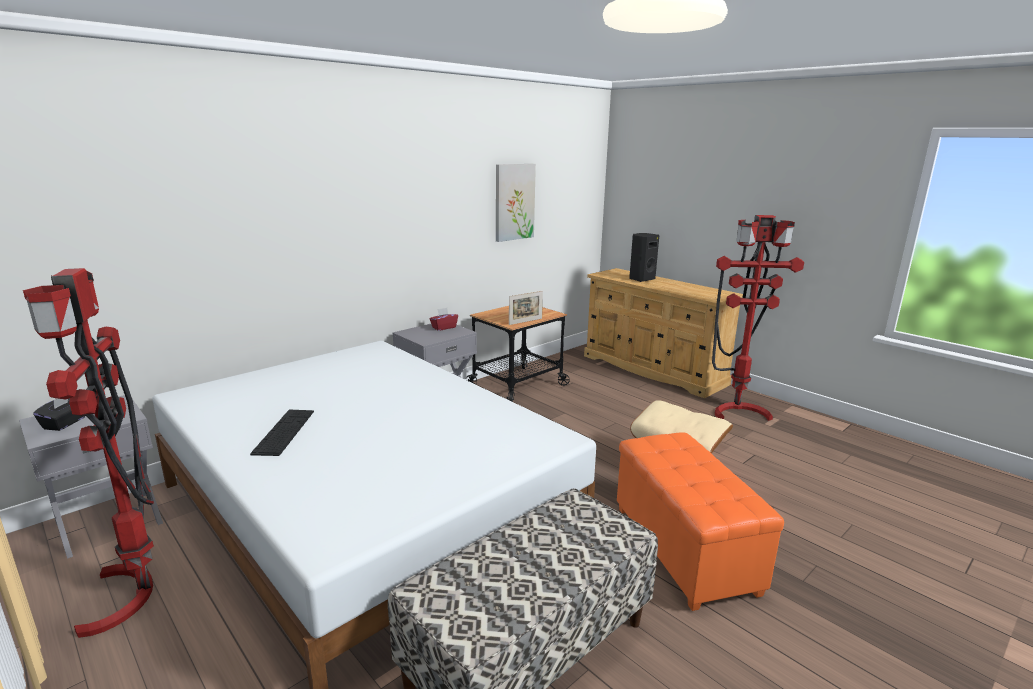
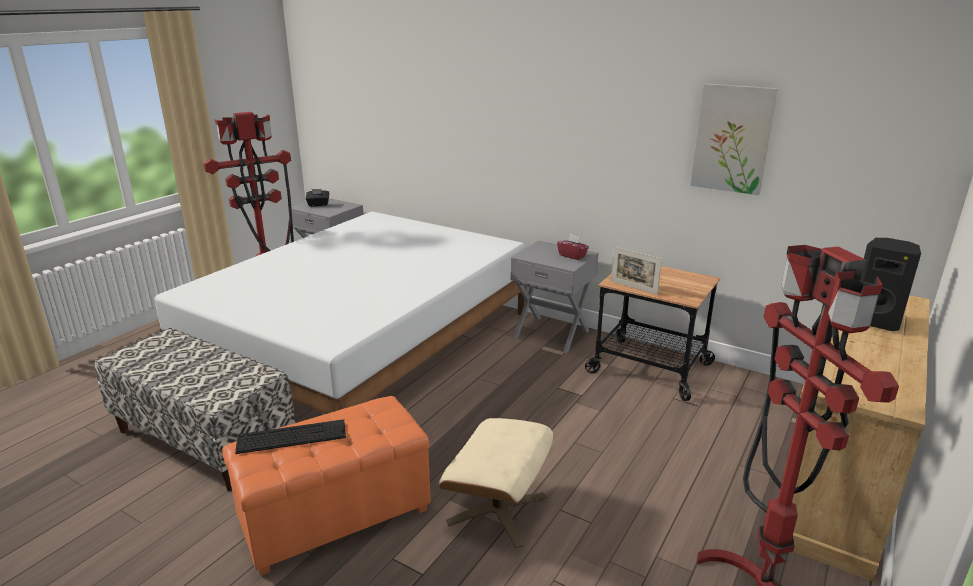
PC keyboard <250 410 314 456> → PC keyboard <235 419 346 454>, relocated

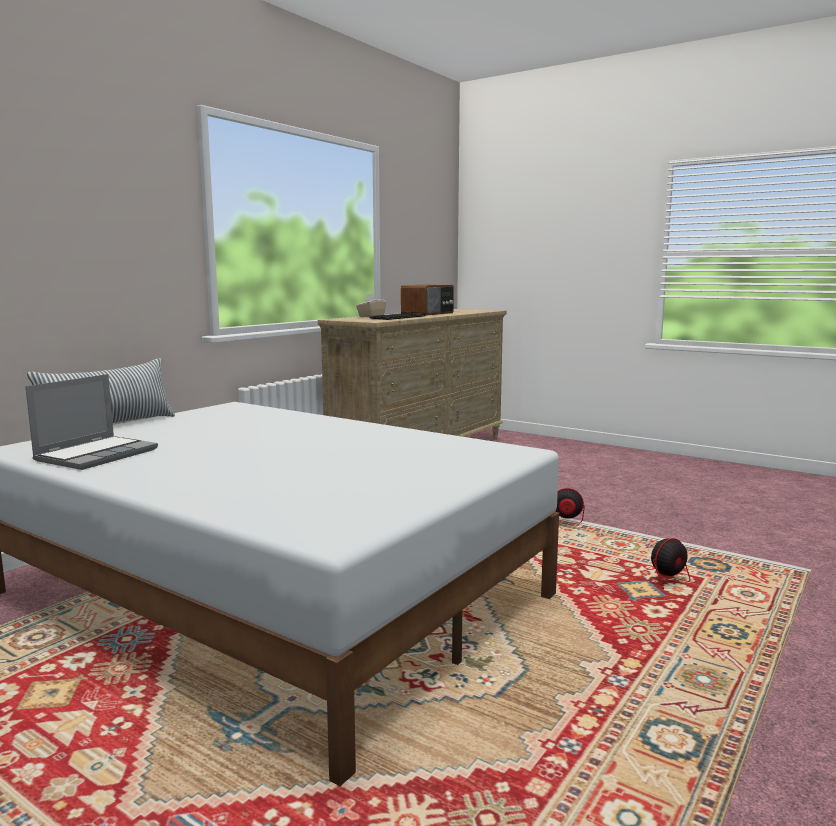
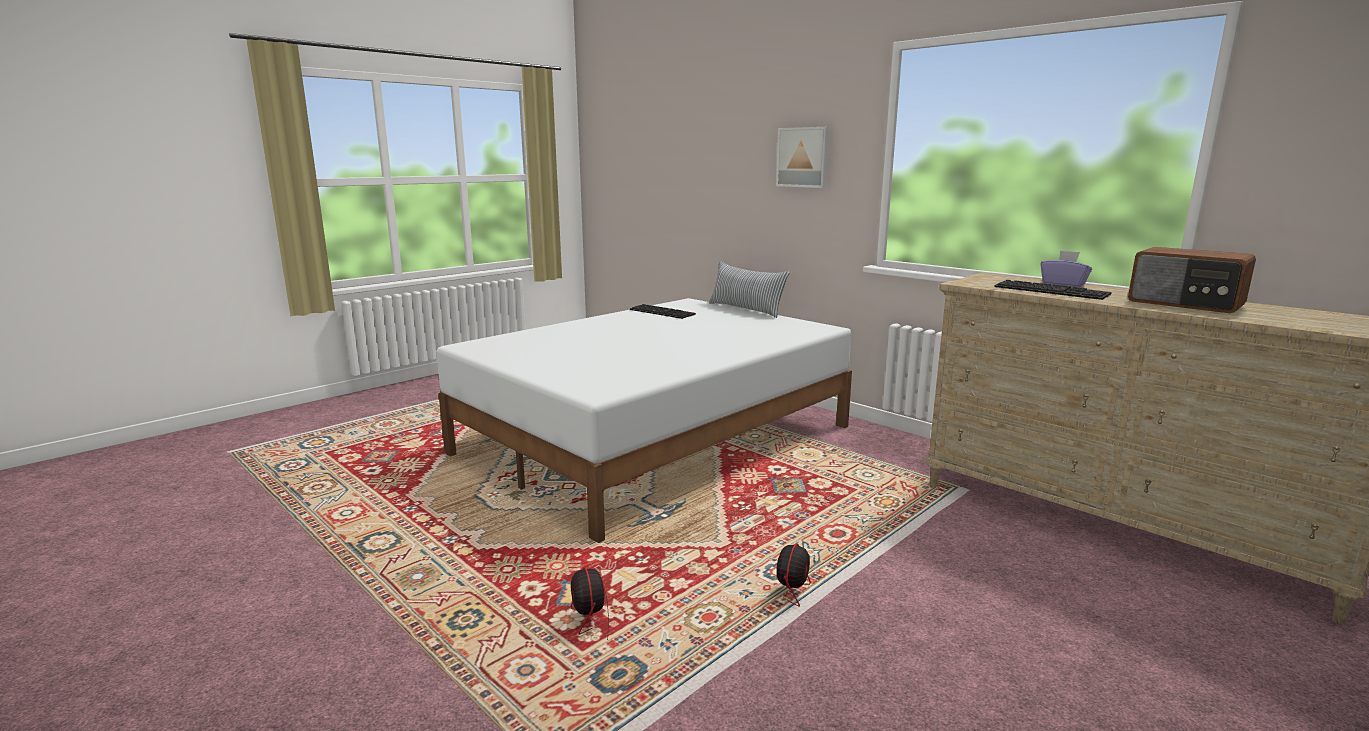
beige-coloured tissue box <356 293 386 317> → purplish tissue box <1041 250 1092 287>
portable computer <25 374 158 470> → PC keyboard <630 304 696 319>
- → wall picture <776 127 830 188>

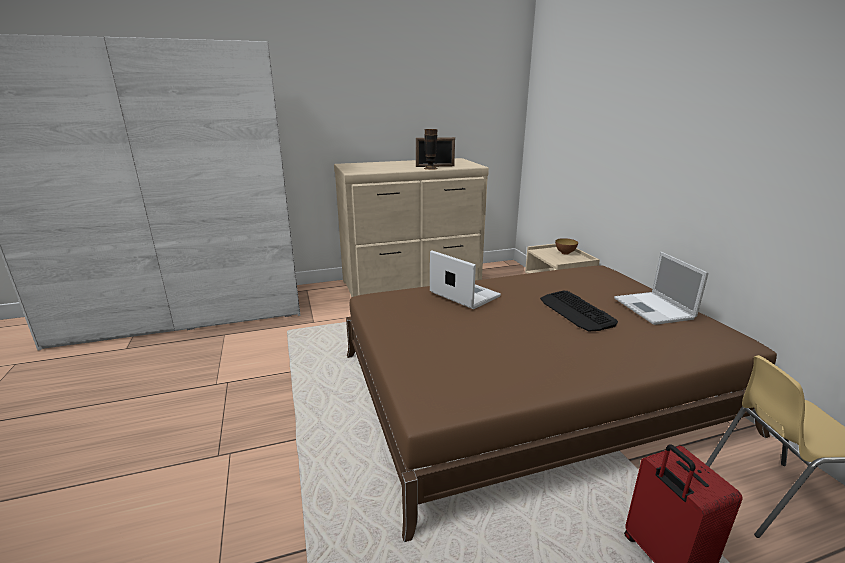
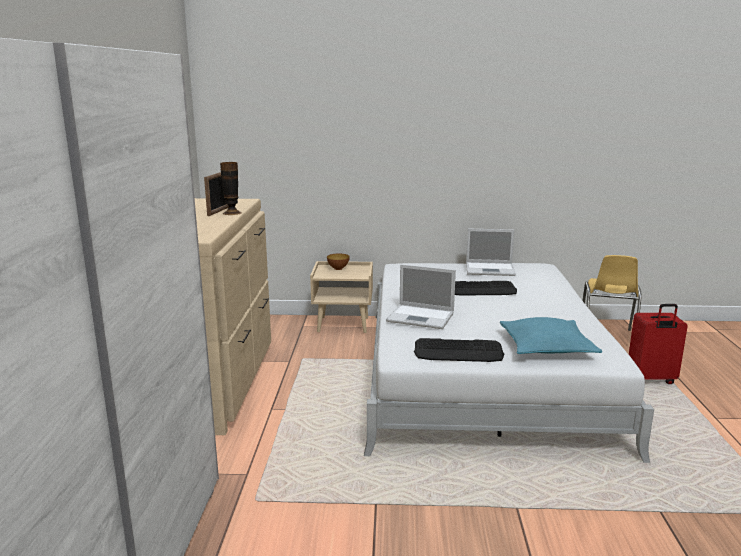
portable computer <430 250 501 309> → portable computer <386 264 456 329>, 135 degrees counterclockwise
brownish bedroom bed <346 265 777 542> → white bedroom bed <364 263 654 463>
- → turquoise cushion <500 317 602 354>
- → PC keyboard <414 338 504 362>

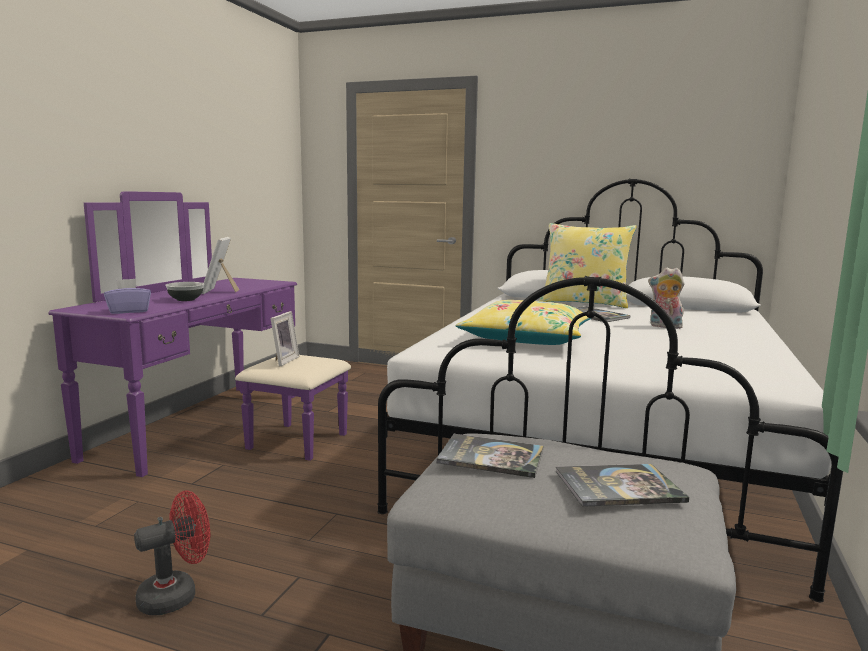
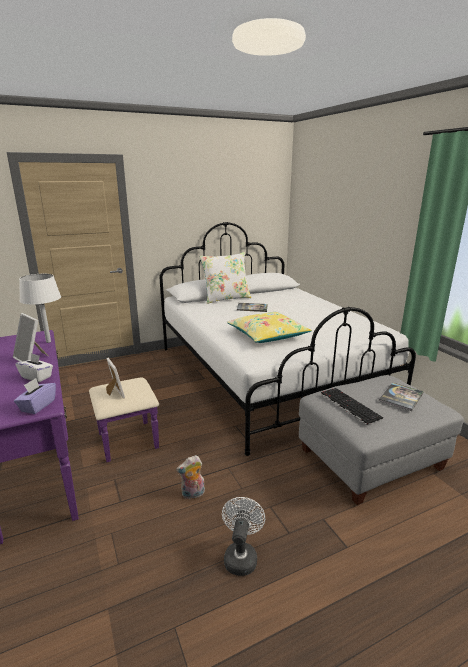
yellow-coloured cushion <539 223 637 308> → white cushion <200 252 251 304>
soft toy <648 267 685 329> → soft toy <176 455 205 500>, relocated
serving bowl <165 282 204 301> → white tissue box <16 353 53 382>
book <436 434 543 478> → PC keyboard <321 388 383 425>
red cooling fan <134 491 210 615> → white cooling fan <222 497 265 576>
- → white table lamp <19 274 61 343>

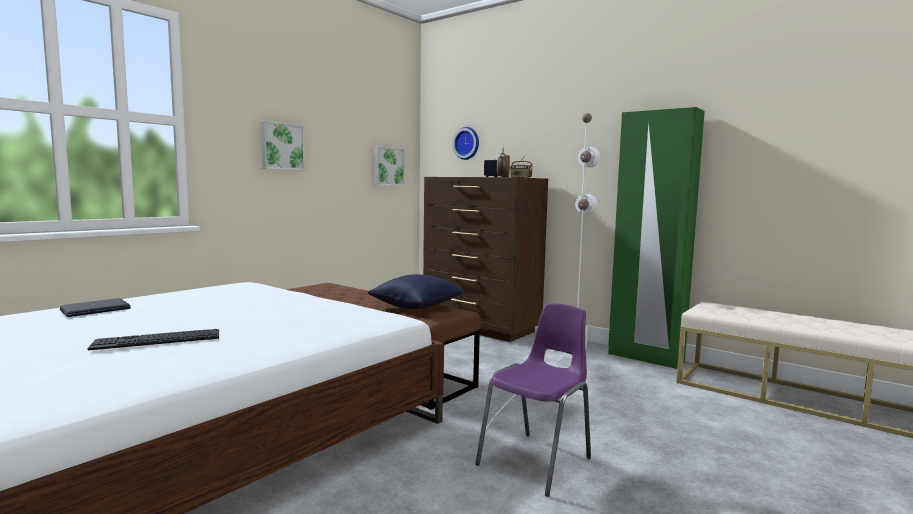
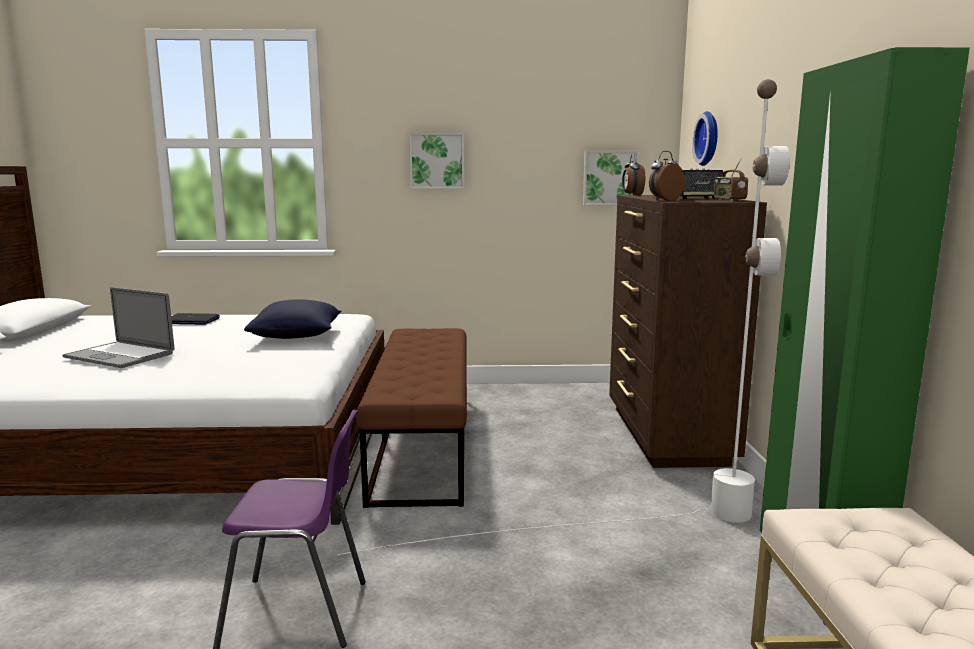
blue cushion <368 274 465 309> → blue cushion <244 299 342 339>, relocated
PC keyboard <88 329 219 350> → portable computer <63 287 174 368>
- → bedside clock <622 154 645 196>

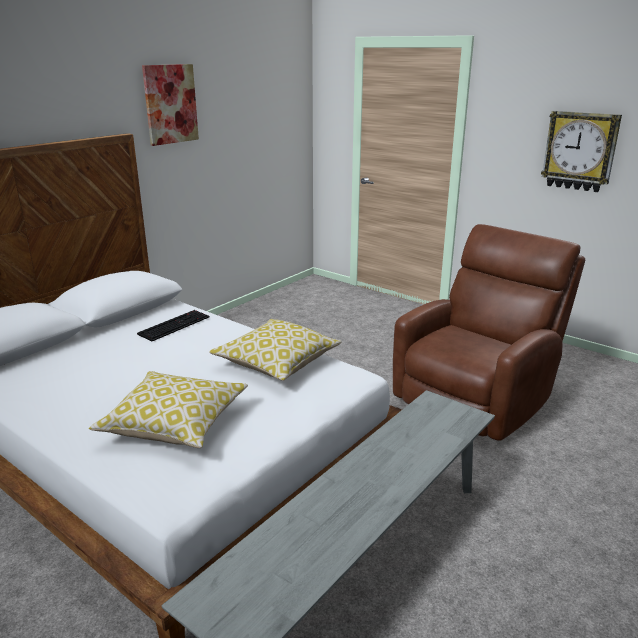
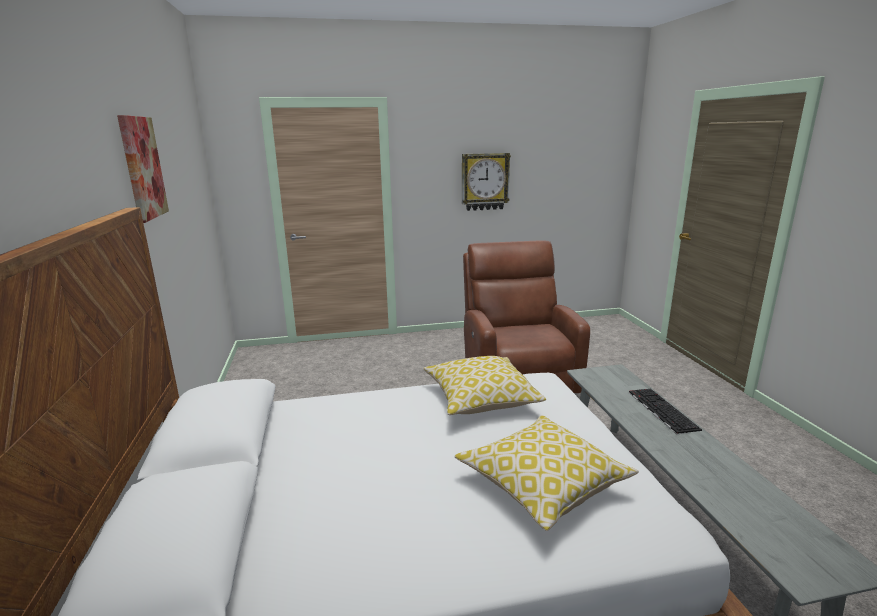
PC keyboard <137 310 209 341> → PC keyboard <629 388 702 434>, relocated

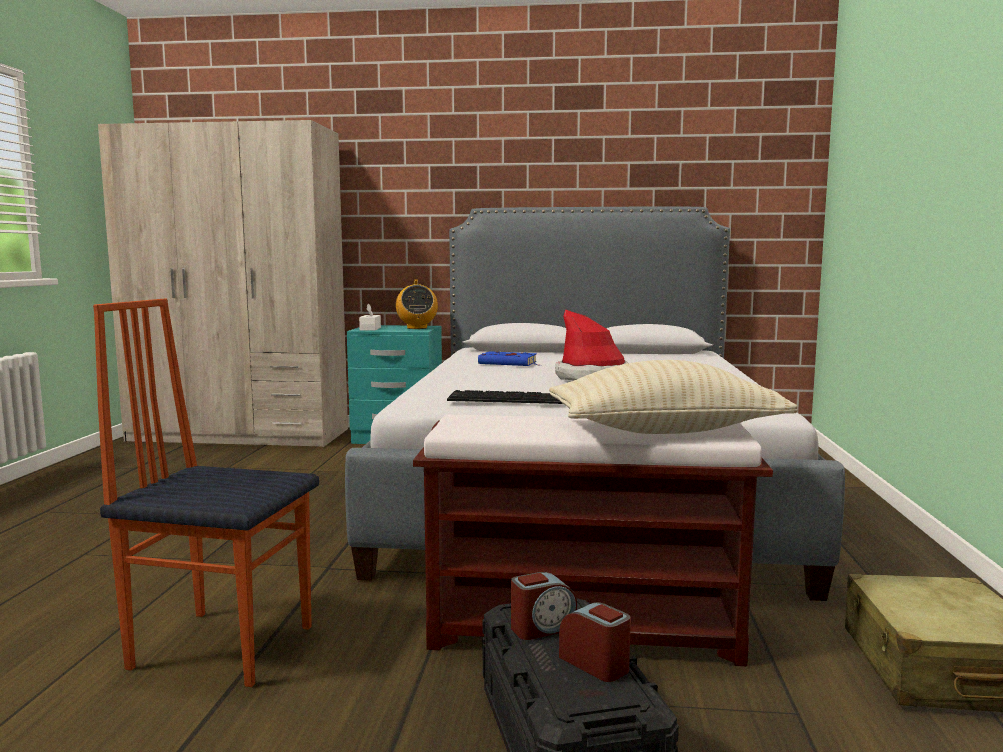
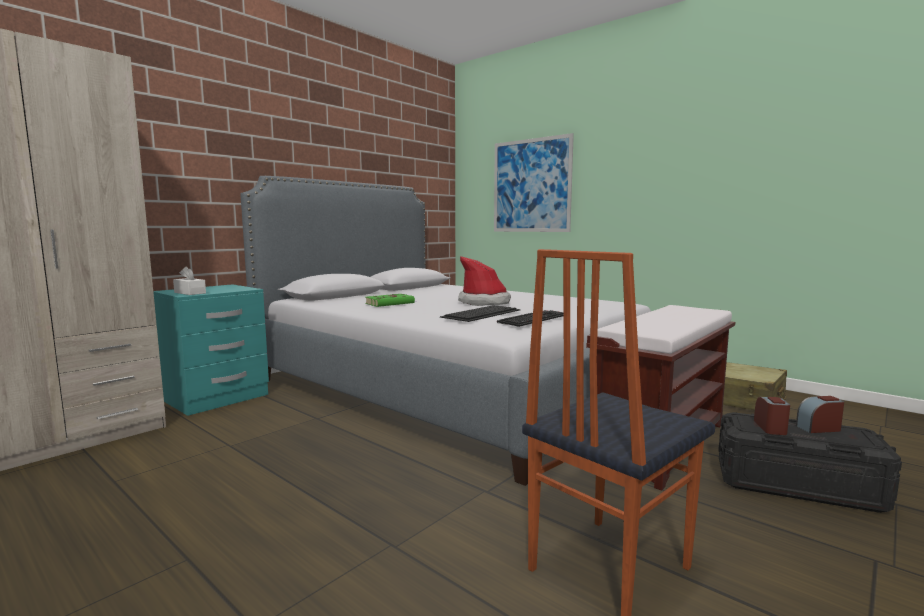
radio receiver <396 280 438 329> → -
blue book <478 351 541 366> → green book <365 294 415 307>
beige-coloured cushion <549 360 798 434> → -
- → wall picture <494 133 574 232>
- → PC keyboard <440 305 521 322>

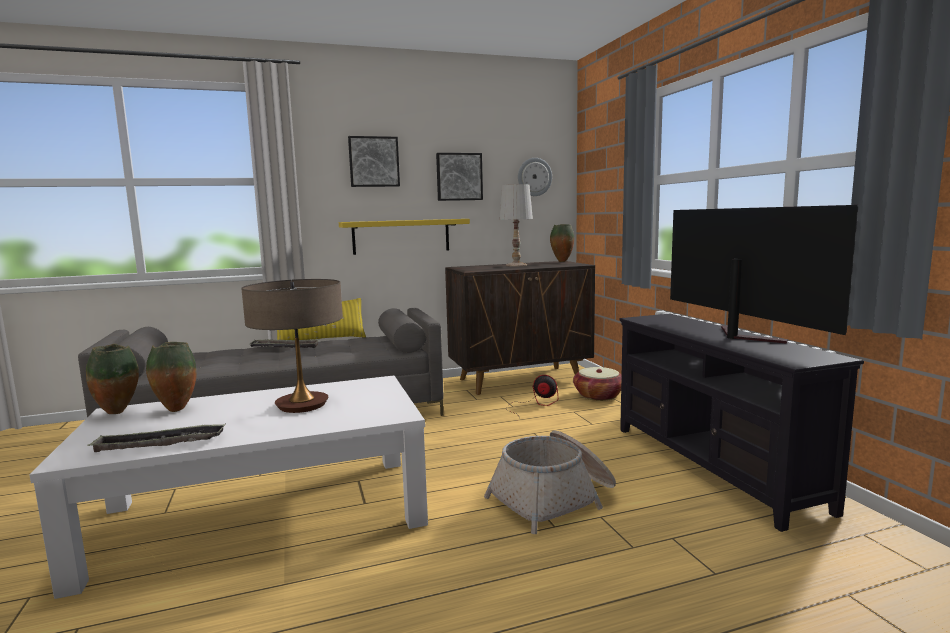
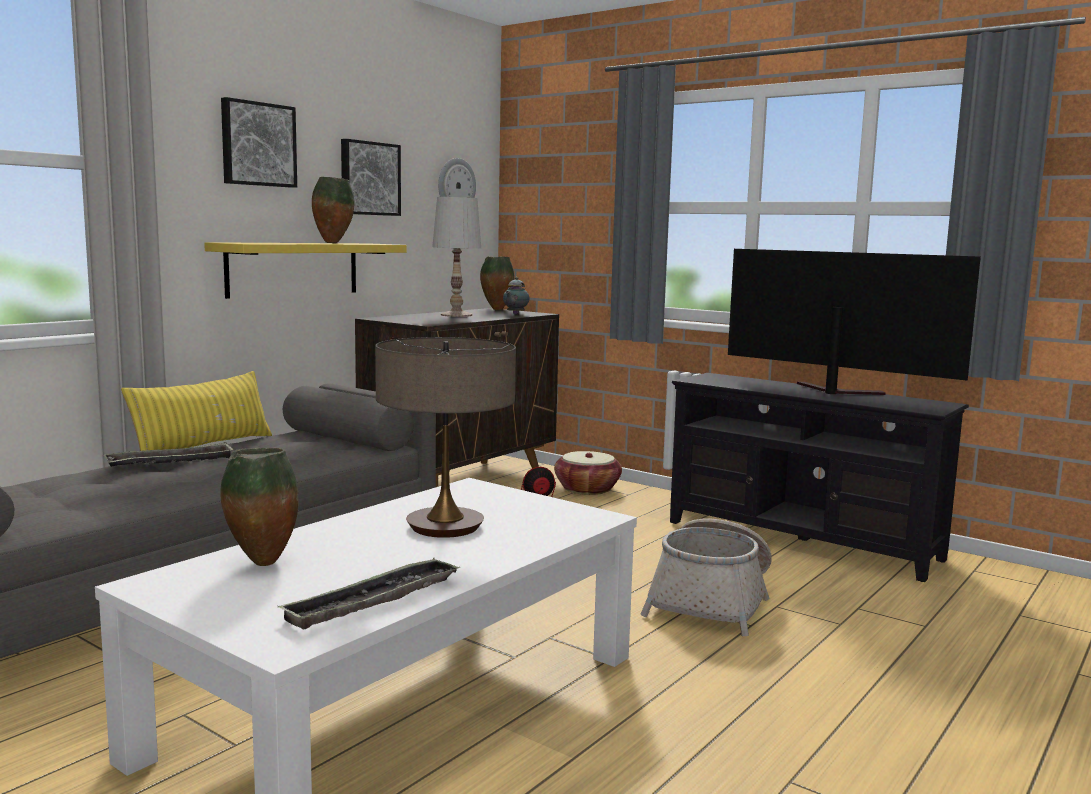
flower vase <86 344 139 414> → flower vase <312 177 355 243>, relocated
- → teapot <503 277 530 315>

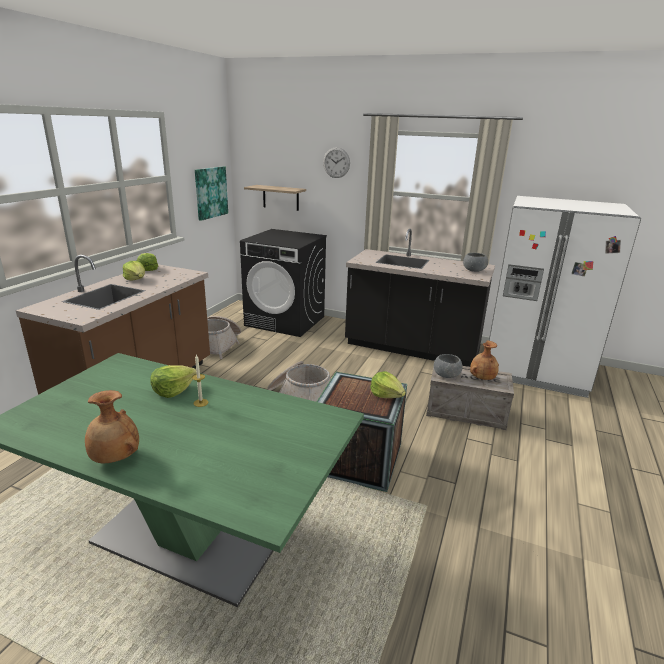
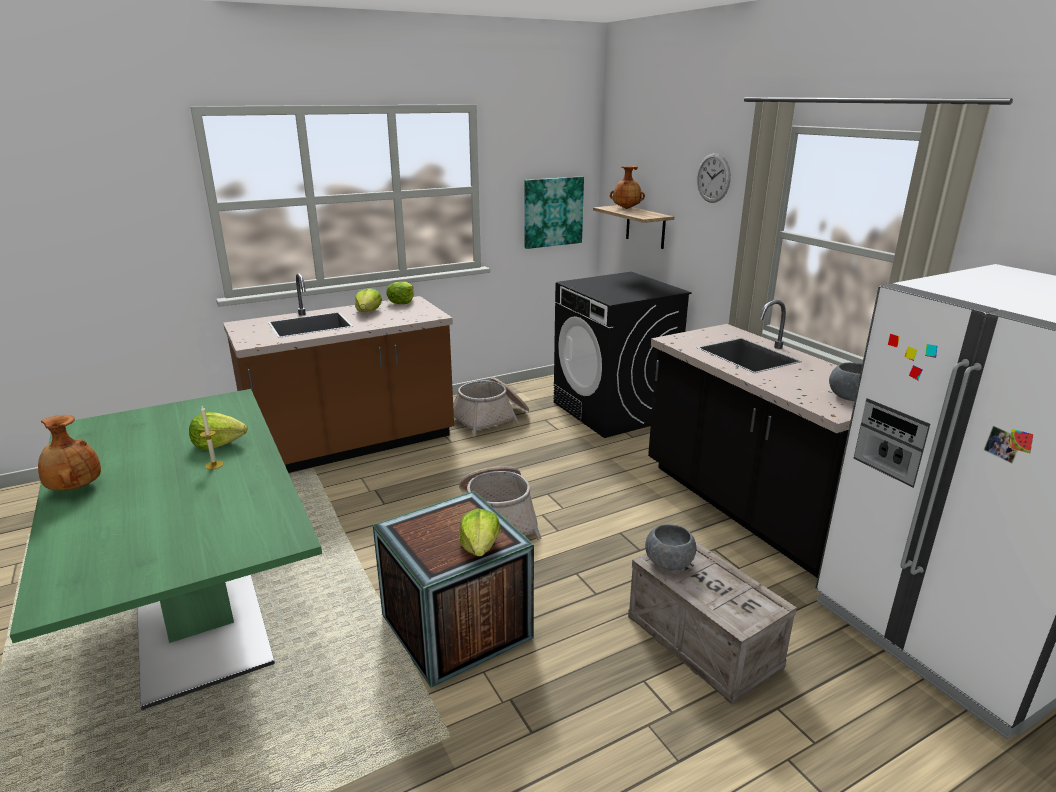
brownish flower vase <470 340 499 380> → brownish flower vase <610 165 645 209>, relocated

